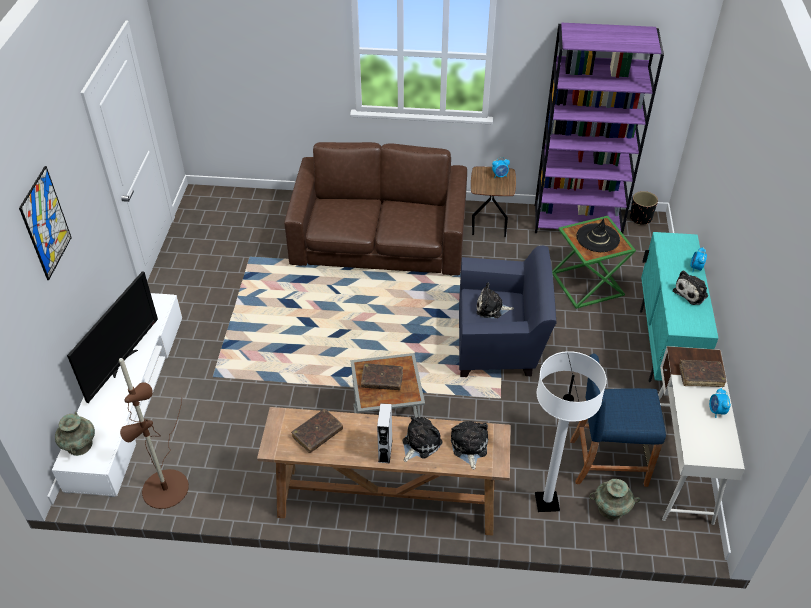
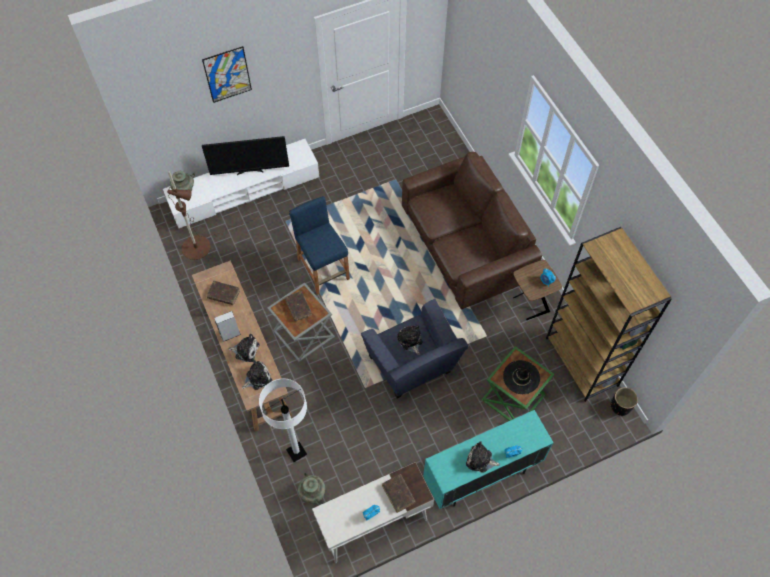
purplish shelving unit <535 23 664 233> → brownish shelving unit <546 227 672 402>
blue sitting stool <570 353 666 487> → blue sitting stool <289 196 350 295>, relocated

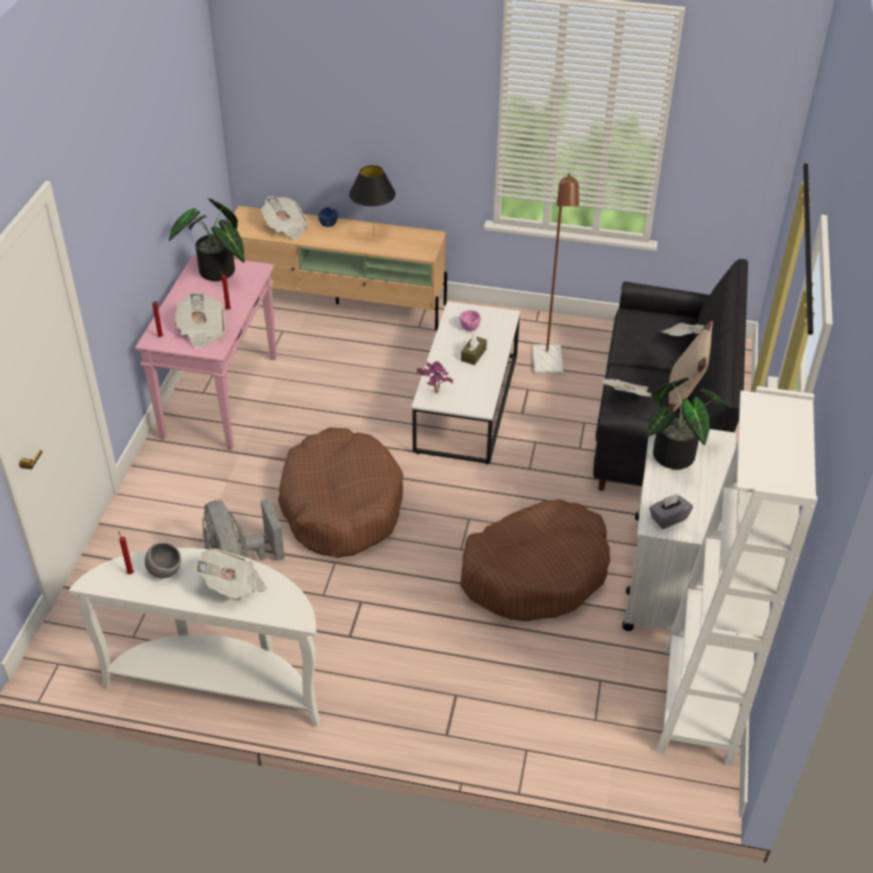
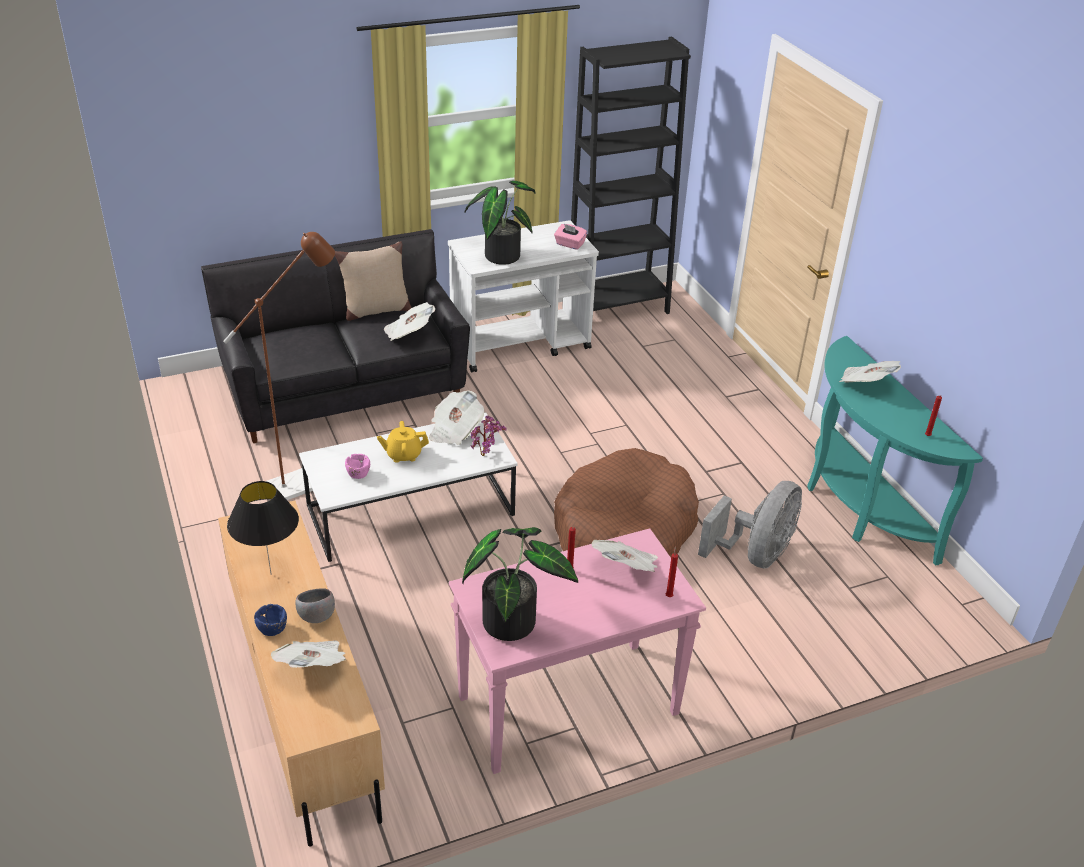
newspaper <661 323 705 336> → newspaper <429 391 484 445>, relocated
brownish tissue box <461 334 487 365> → yellow-coloured teapot <377 421 429 463>
white shelving unit <656 386 817 766> → blackish shelving unit <571 37 691 314>
greyish tissue box <649 493 693 529> → pink tissue box <554 224 587 250>
brownish pet bed <460 499 610 621> → -
greyish serving bowl <145 542 181 579> → greyish serving bowl <295 588 335 623>, relocated
white narrow table <69 548 320 727> → turquoise narrow table <807 336 983 566>

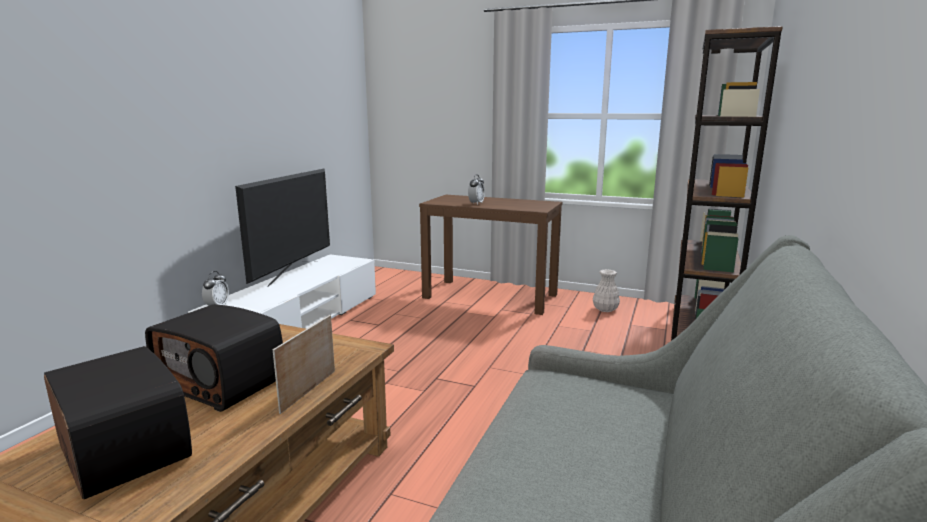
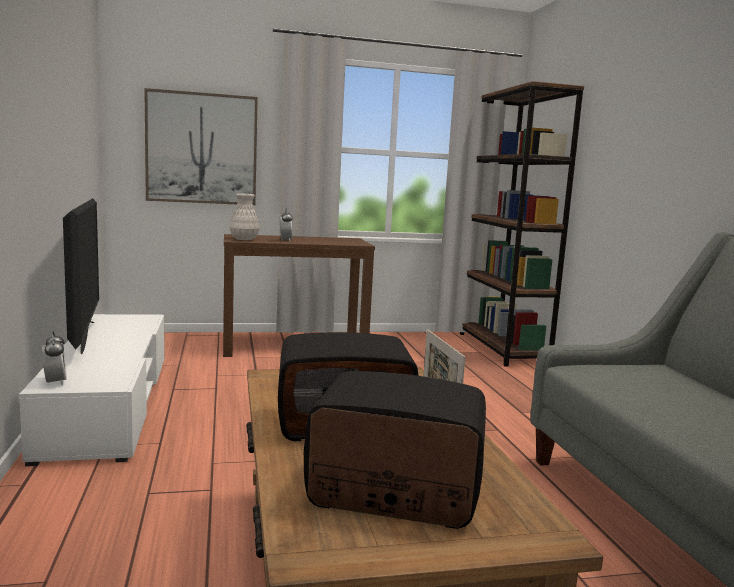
white flower vase <593 269 620 312> → white flower vase <229 193 260 240>, relocated
- → wall picture <144 88 258 205>

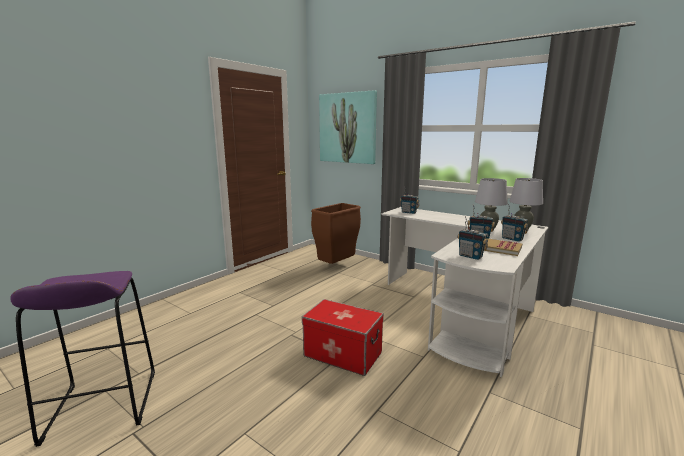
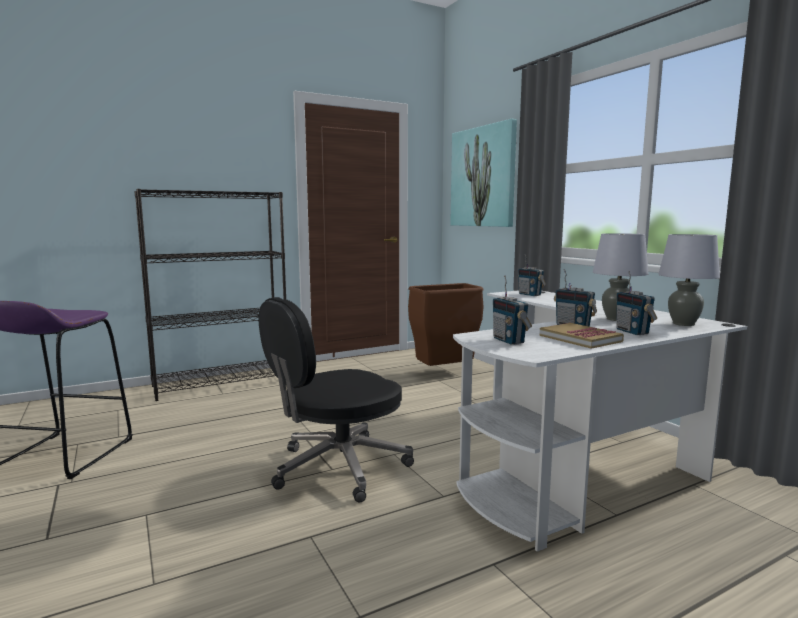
storage bin <302 299 384 376> → blackish desk chair <258 297 414 503>
- → blackish shelving unit <134 189 286 401>

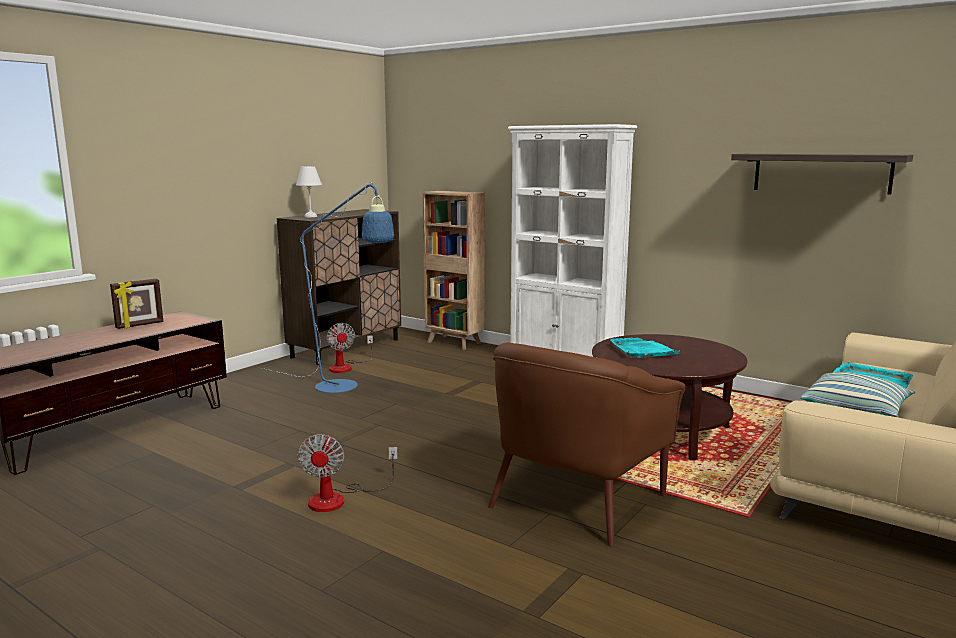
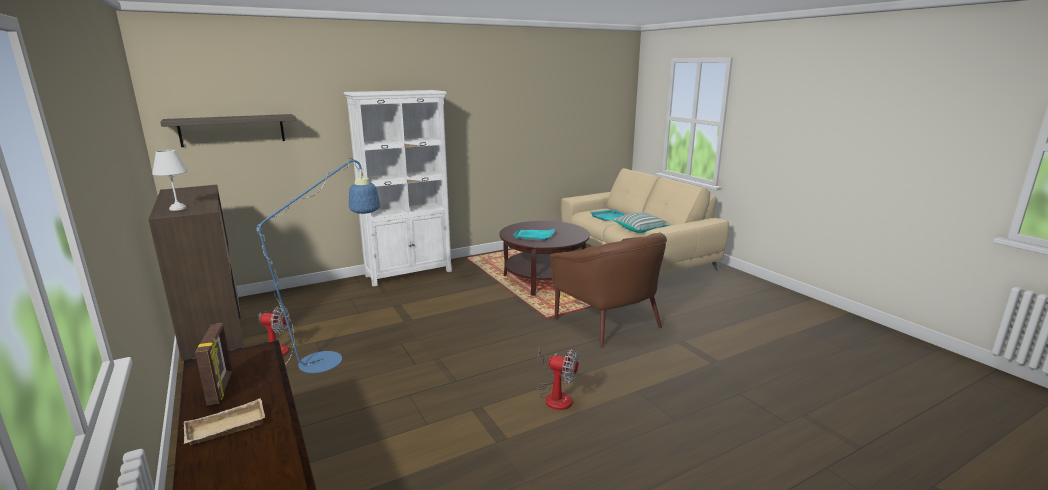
bracket shelf <731 154 913 195> → bracket shelf <160 114 296 147>, relocated
brownish shelving unit <422 191 485 350> → -
- → beige-coloured carrying tray <184 398 265 445>

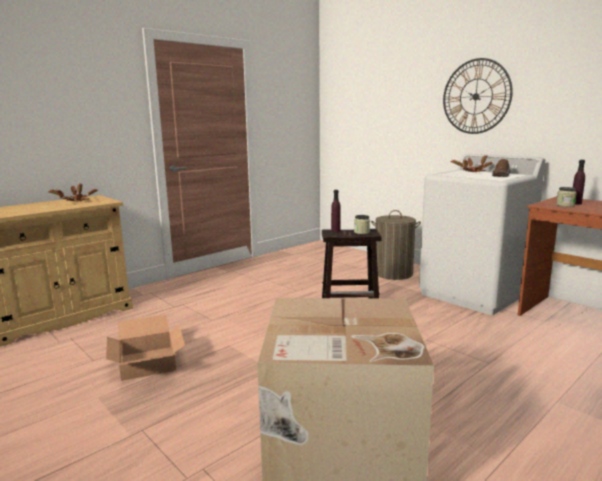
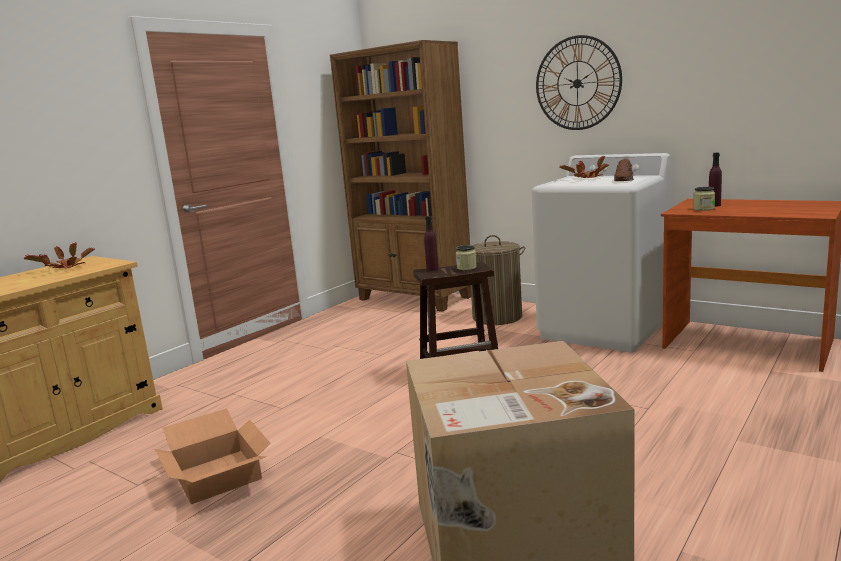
- → brownish shelving unit <330 40 471 312>

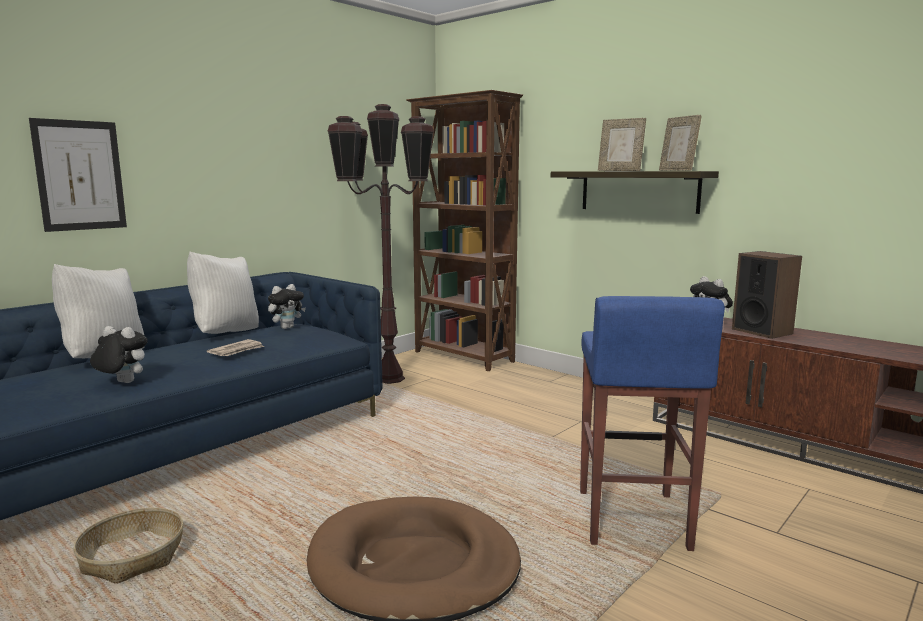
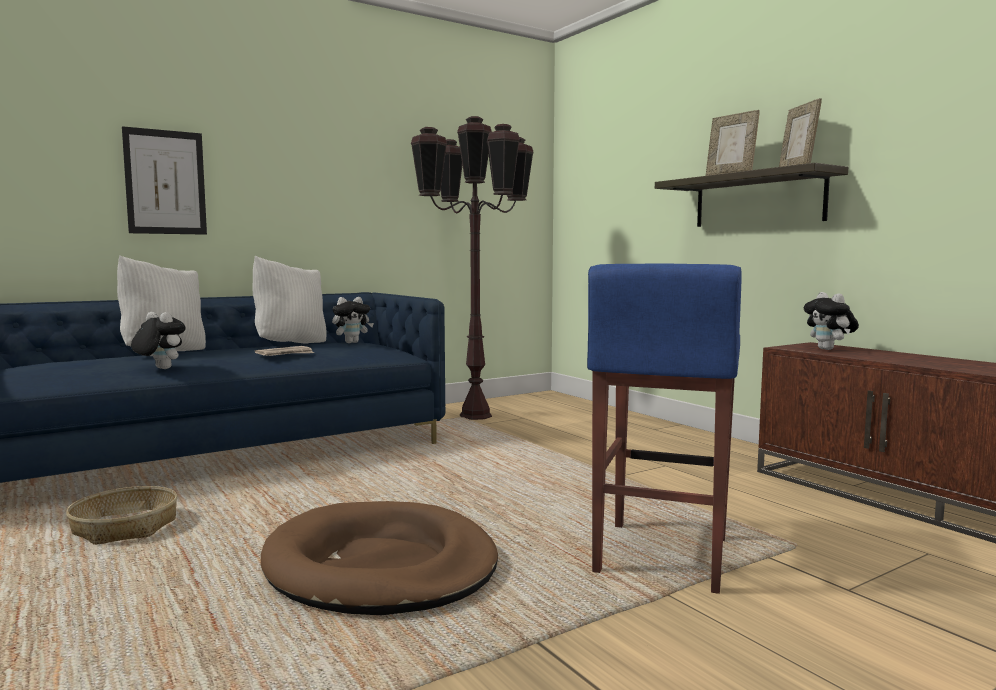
brownish shelving unit <406 90 523 371> → -
audio speaker <732 251 802 339> → -

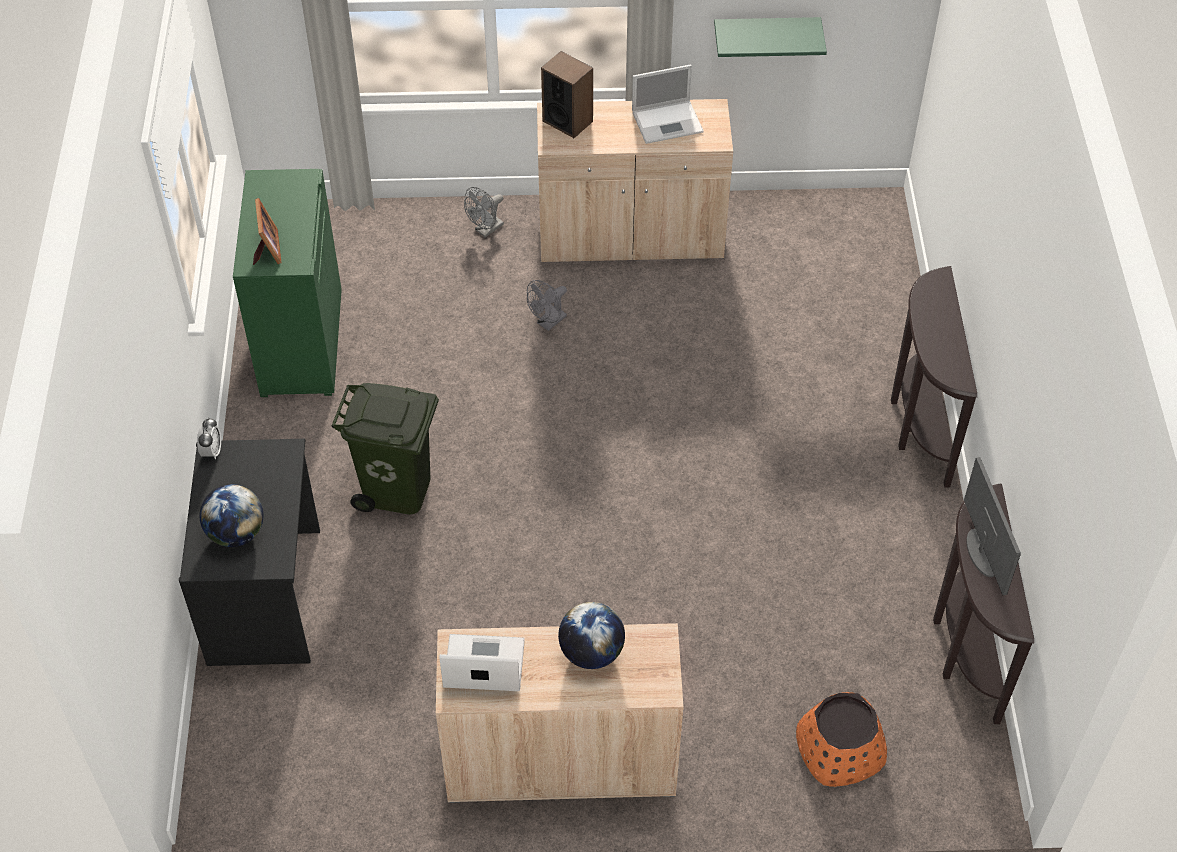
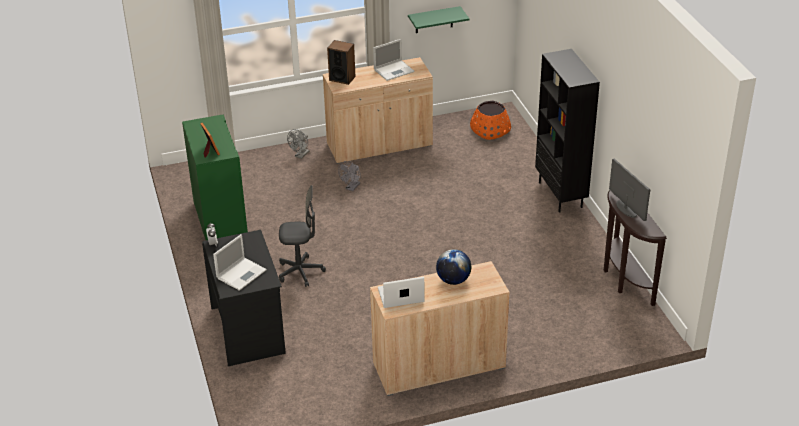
brownish narrow table <891 266 977 487> → blackish shelving unit <535 49 600 212>
green rubbish bin <331 383 439 514> → greyish desk chair <279 185 326 287>
globe <200 484 263 547> → portable computer <213 234 267 291>
orange plant pot <796 692 887 787> → orange plant pot <470 100 511 140>, relocated

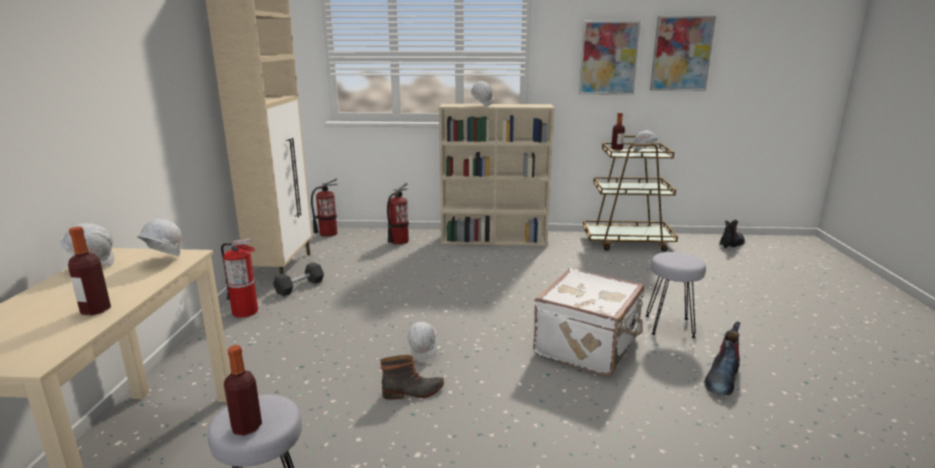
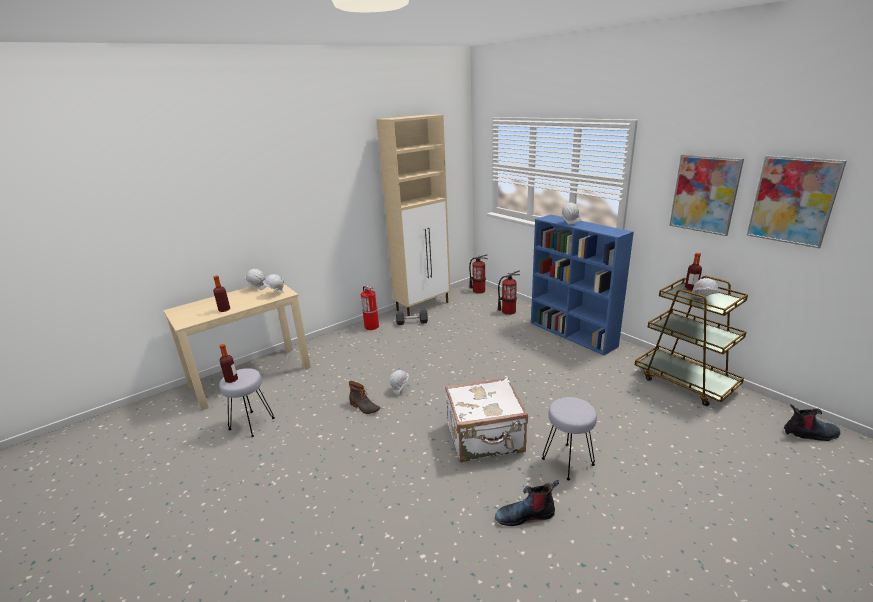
beige-coloured shelving unit <439 104 554 246> → blue shelving unit <531 215 634 355>

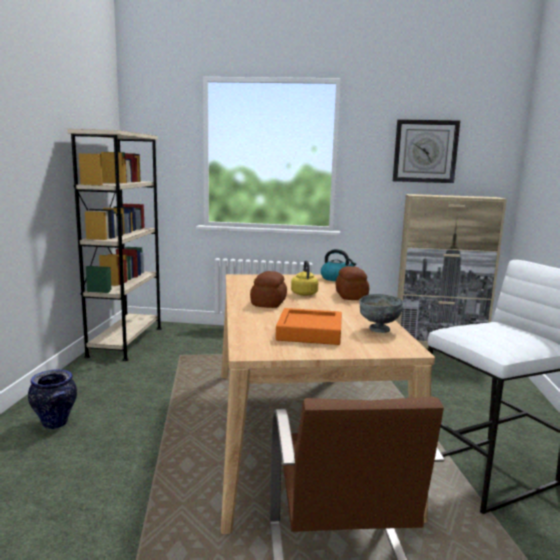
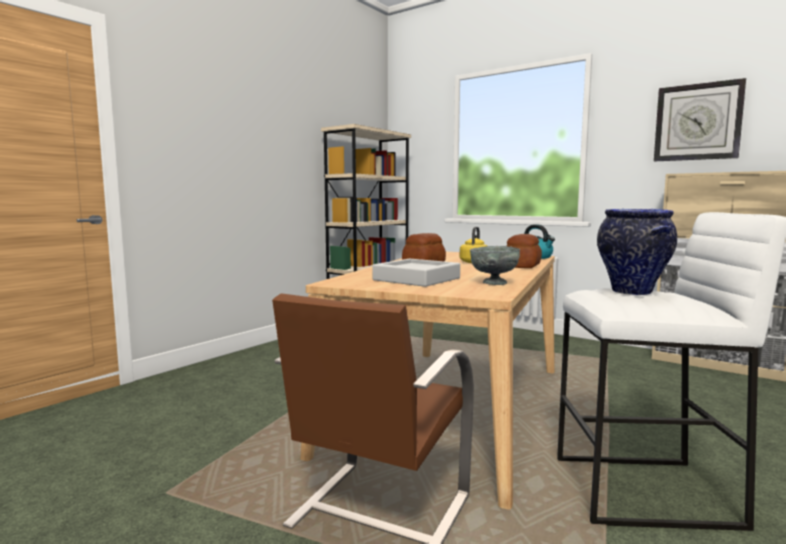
orange carrying tray <276 308 342 345> → greyish carrying tray <373 259 460 287>
flower vase <28 369 77 429> → flower vase <597 209 677 295>, relocated

